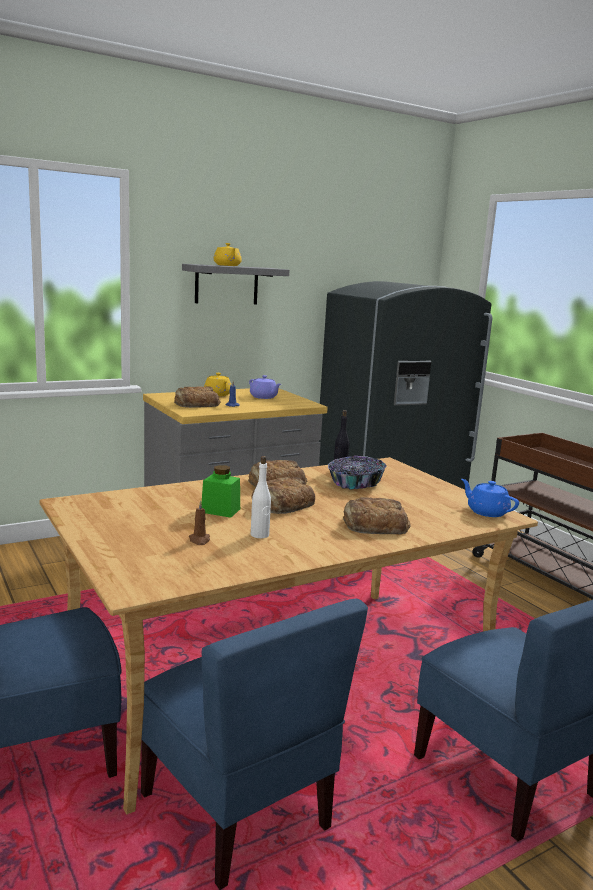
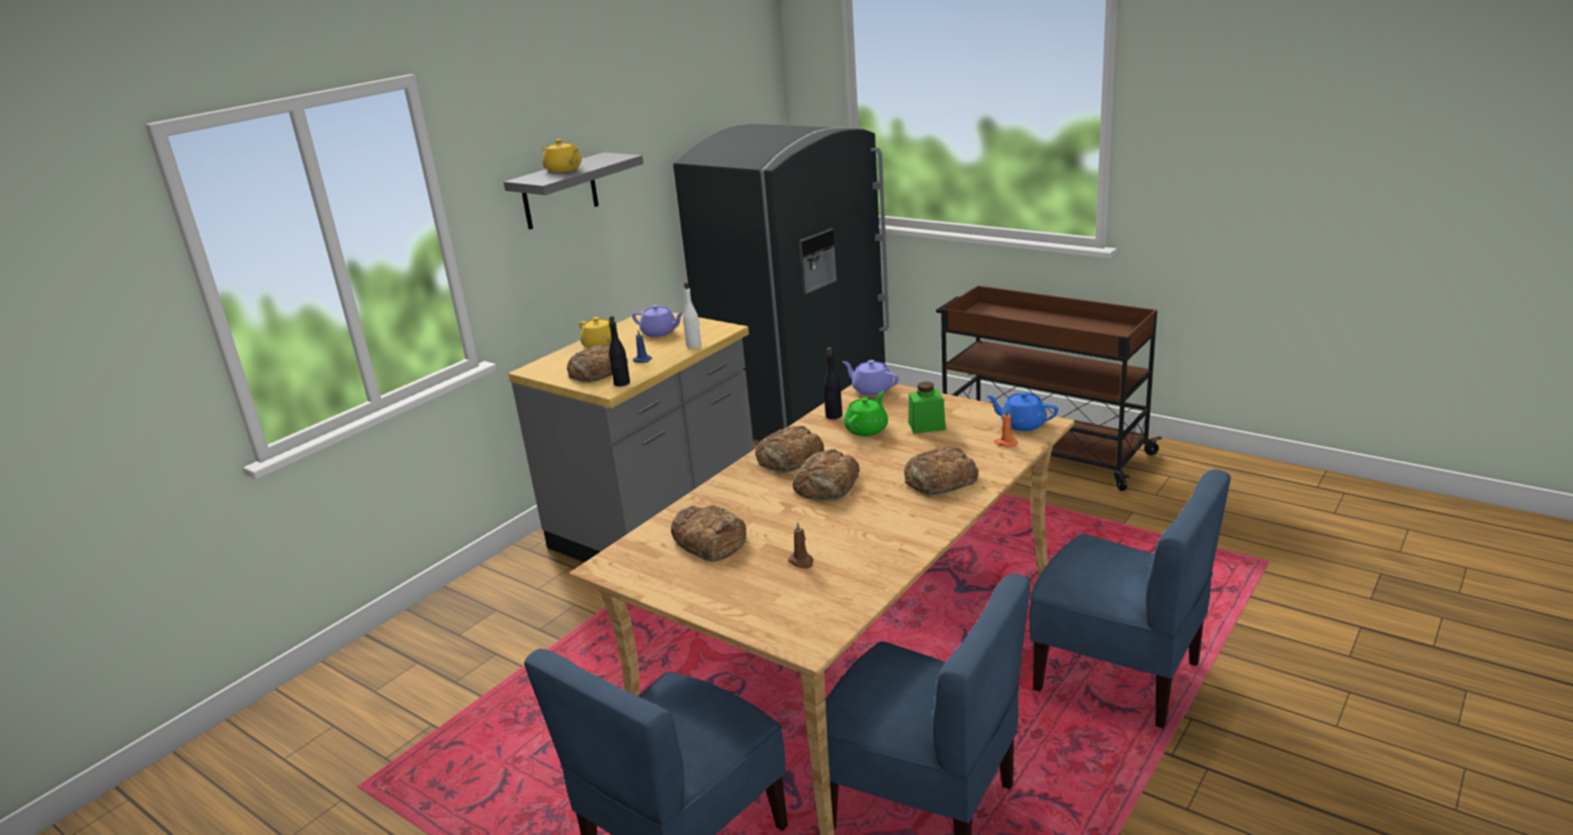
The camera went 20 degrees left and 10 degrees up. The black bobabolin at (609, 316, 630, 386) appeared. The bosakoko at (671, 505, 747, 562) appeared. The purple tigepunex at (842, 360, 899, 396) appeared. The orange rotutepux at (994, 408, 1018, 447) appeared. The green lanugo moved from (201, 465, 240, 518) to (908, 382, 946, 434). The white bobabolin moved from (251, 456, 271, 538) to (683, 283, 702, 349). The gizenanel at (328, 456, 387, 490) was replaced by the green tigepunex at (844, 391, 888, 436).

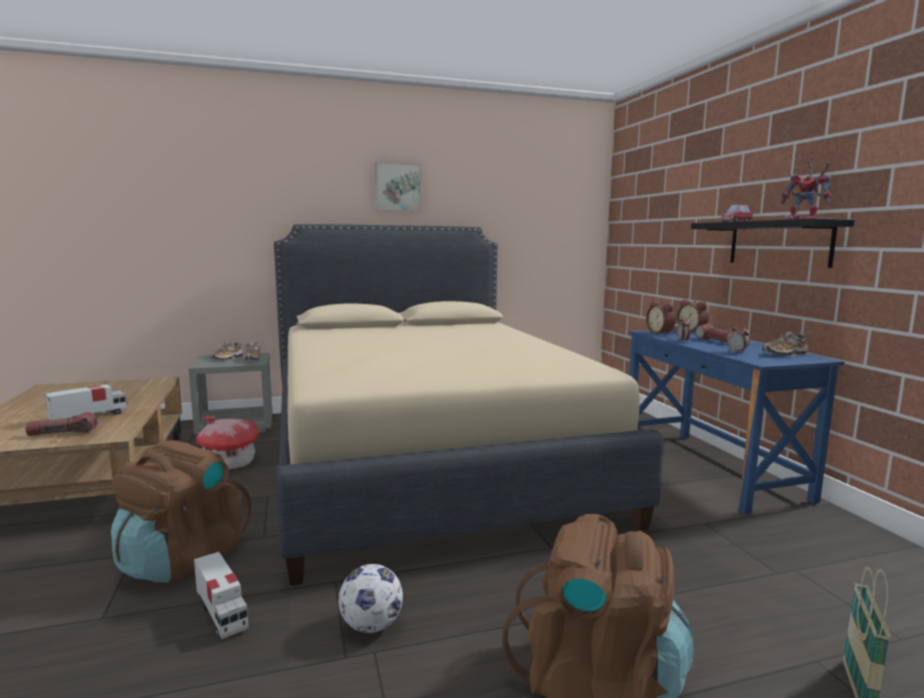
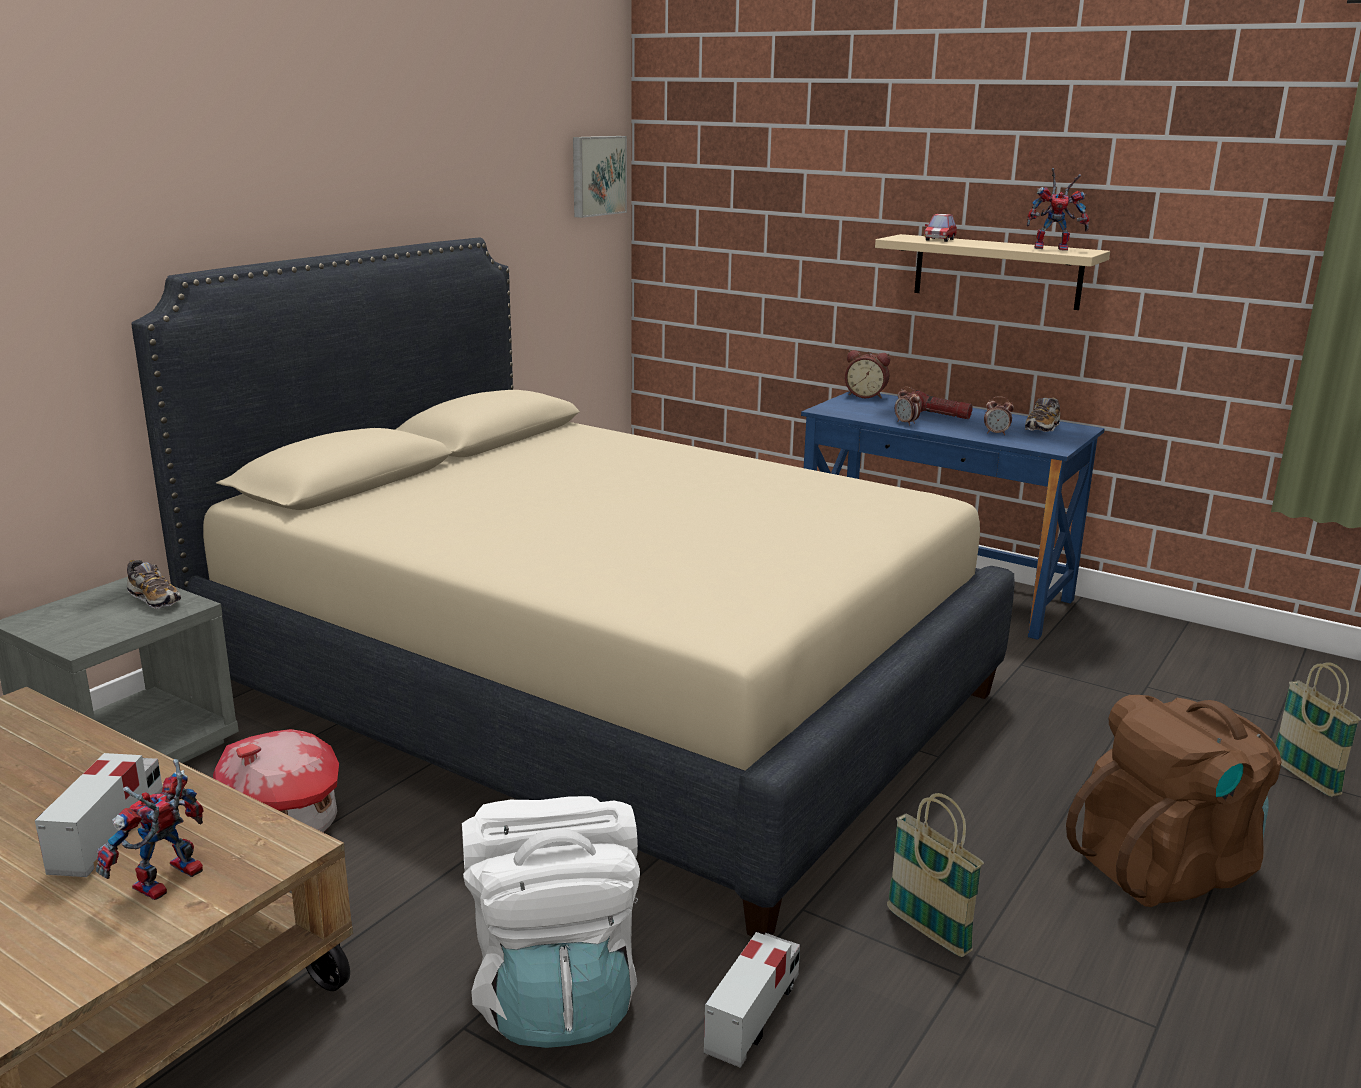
The camera went 40 degrees left and 10 degrees up. The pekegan at (210, 342, 243, 360) disappeared. The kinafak at (646, 301, 676, 335) disappeared. The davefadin moved from (374, 162, 421, 211) to (573, 136, 627, 218). The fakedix at (25, 412, 98, 436) was replaced by the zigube at (96, 759, 204, 900). The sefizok at (339, 564, 403, 633) was replaced by the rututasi at (887, 793, 984, 957). The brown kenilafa at (111, 440, 251, 583) became the white kenilafa at (462, 796, 640, 1048). The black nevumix at (691, 218, 855, 268) became the beige nevumix at (875, 234, 1110, 310). The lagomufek at (194, 552, 249, 639) turned 75 degrees counterclockwise.

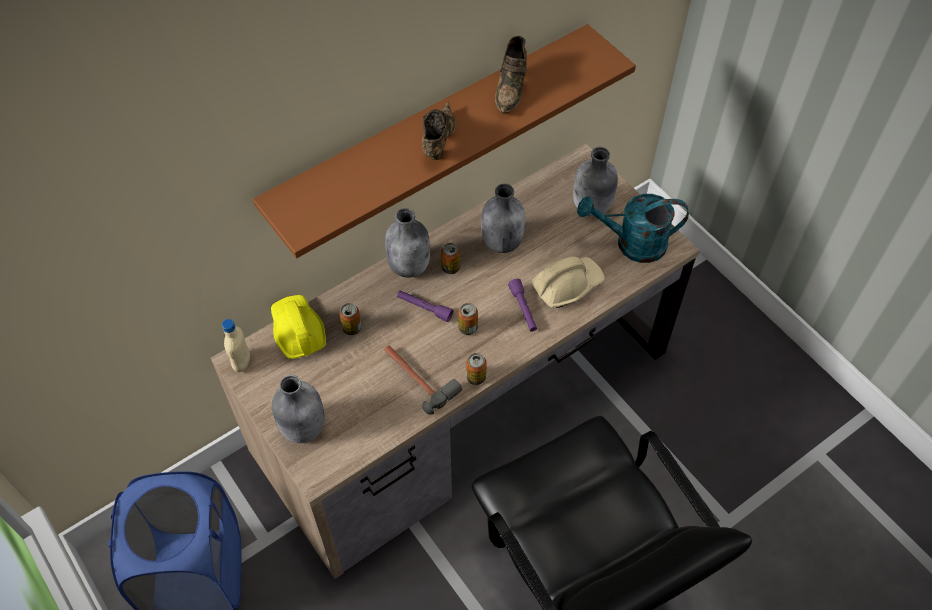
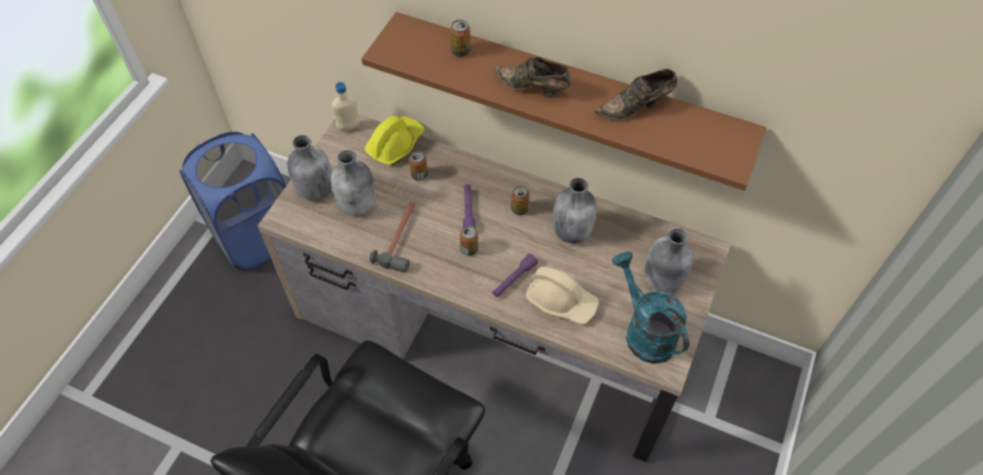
The camera went 60 degrees right and 0 degrees up. The grey bobabolin moved from (385, 208, 430, 278) to (331, 150, 376, 215). The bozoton moved from (466, 353, 487, 385) to (450, 19, 471, 57). The brown pekegan at (422, 102, 456, 160) turned 135 degrees counterclockwise.

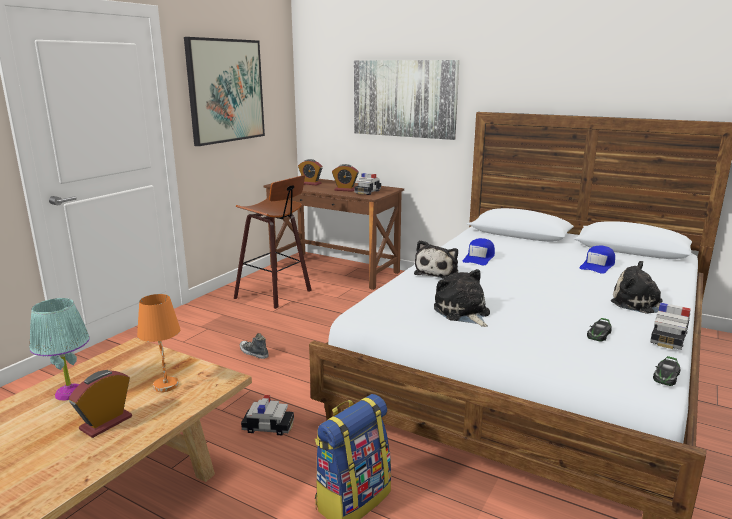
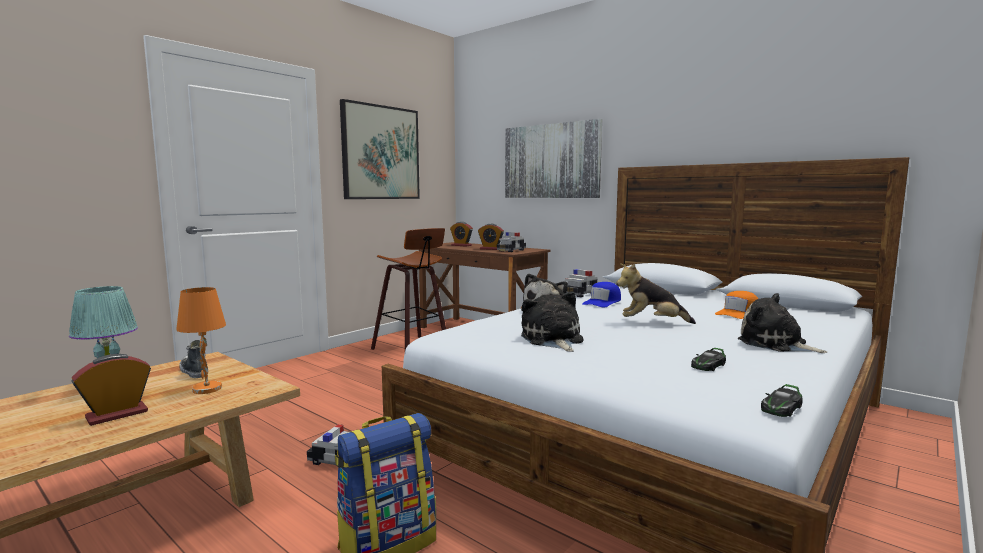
The camera went 10 degrees right and 10 degrees down. The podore at (616, 263, 696, 324) appeared. The pekegan moved from (240, 333, 269, 359) to (179, 340, 208, 378). The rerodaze moved from (650, 303, 691, 350) to (565, 269, 597, 297). The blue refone at (580, 246, 615, 274) became the orange refone at (715, 291, 758, 319).

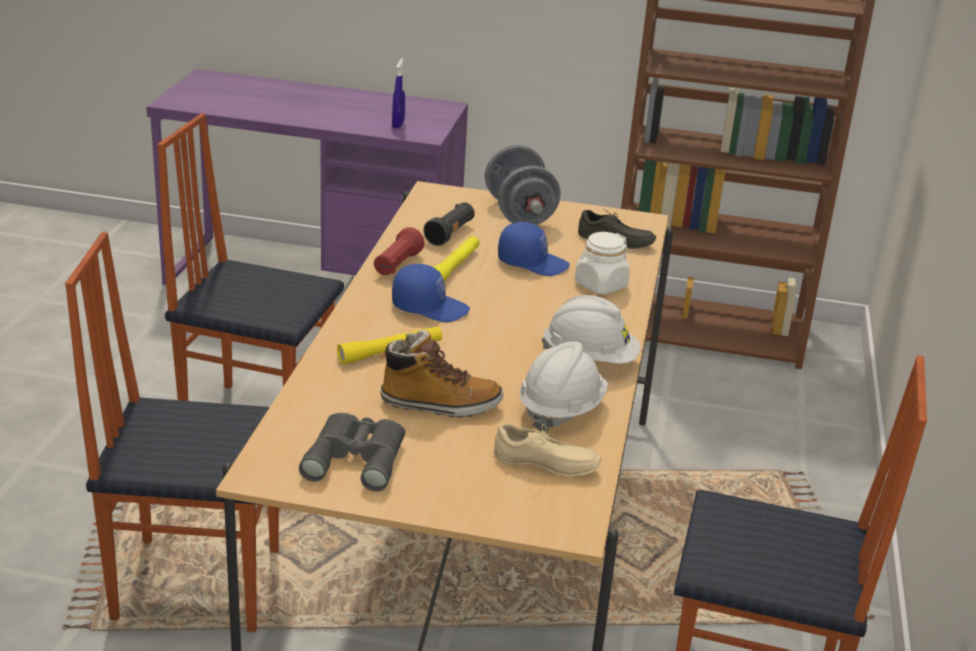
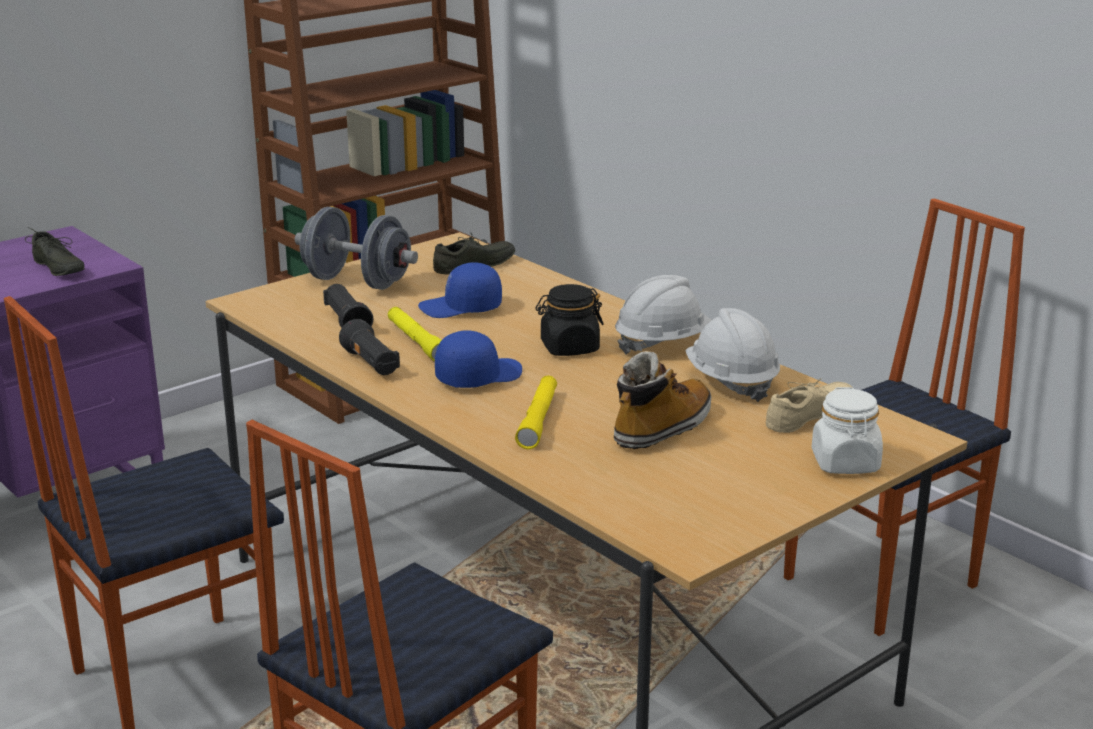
The camera went 50 degrees left and 5 degrees down. The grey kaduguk at (299, 413, 405, 492) disappeared. The black lanugo at (535, 284, 604, 356) appeared. The white lanugo moved from (575, 232, 630, 295) to (812, 387, 883, 474). The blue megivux at (392, 58, 405, 129) was replaced by the grey pekegan at (25, 227, 85, 276). The red fakedix at (374, 227, 425, 275) became the black fakedix at (339, 319, 400, 375). The blue refone at (498, 222, 570, 276) turned 150 degrees counterclockwise.

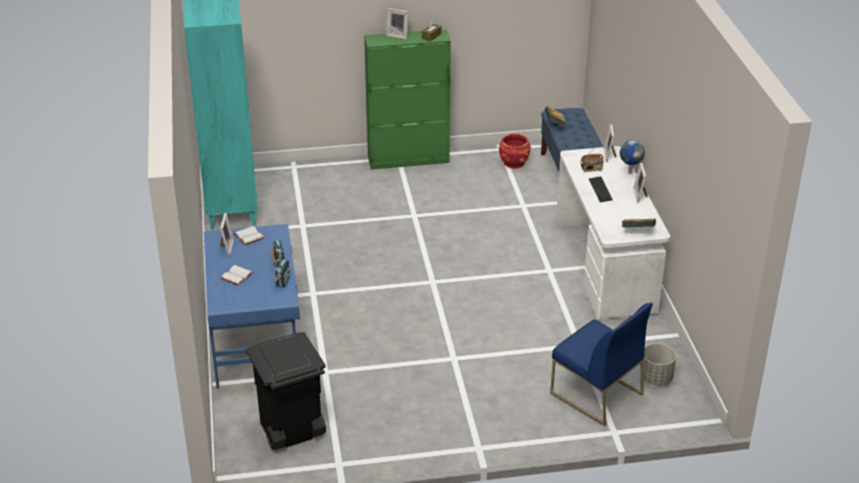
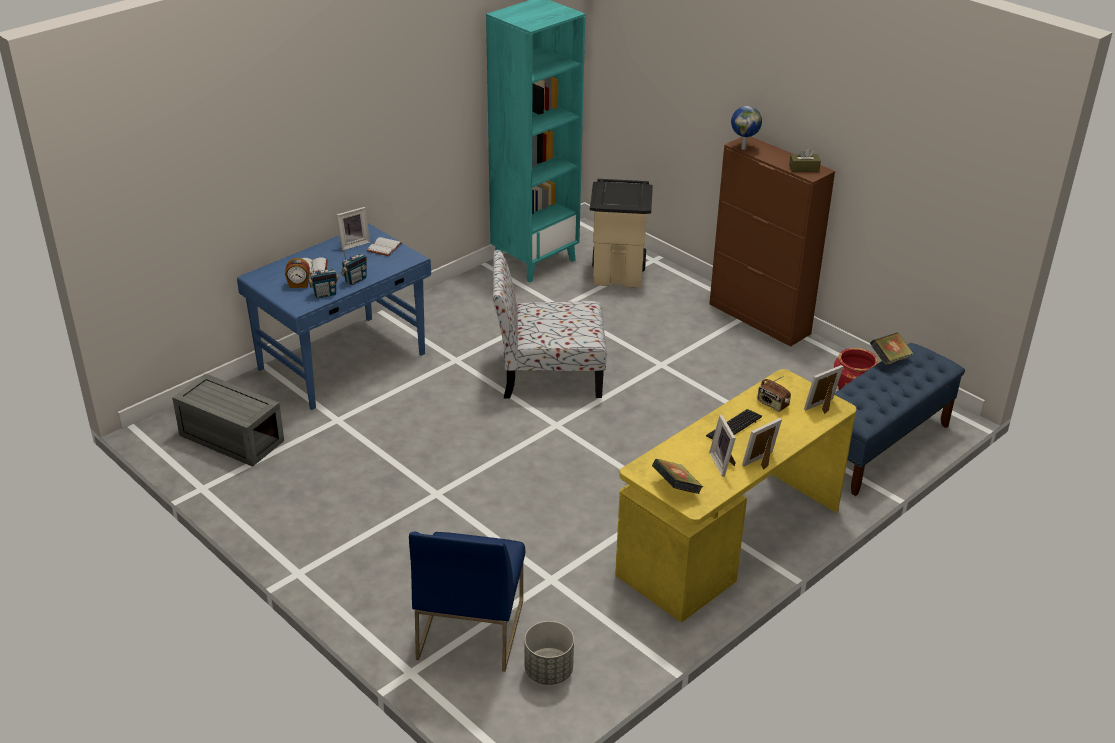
The camera went 55 degrees right and 0 degrees up. The kinafak at (285, 258, 310, 288) appeared. The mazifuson at (493, 250, 607, 398) appeared. The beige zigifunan at (590, 179, 653, 288) appeared. The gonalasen moved from (386, 8, 409, 39) to (709, 415, 736, 477). The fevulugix moved from (620, 140, 645, 174) to (731, 106, 762, 150). The black zigifunan at (246, 332, 326, 450) was replaced by the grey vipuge at (172, 374, 284, 467). The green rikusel at (364, 29, 451, 170) became the brown rikusel at (709, 137, 835, 347). The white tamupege at (556, 146, 671, 319) became the yellow tamupege at (615, 369, 856, 623).

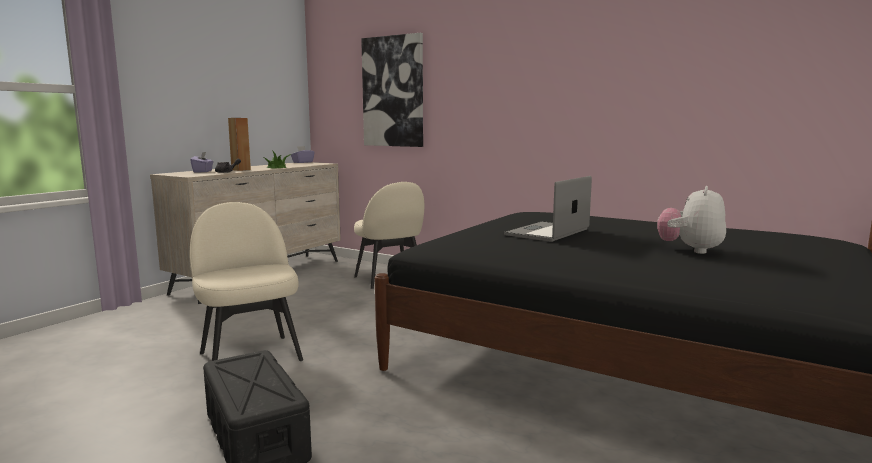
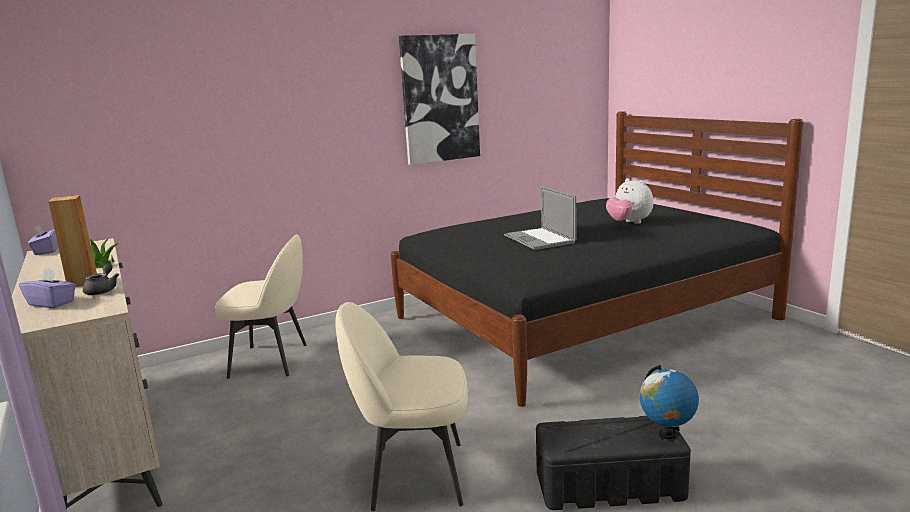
The camera went 60 degrees left and 5 degrees up. The fevulugix at (640, 365, 699, 439) appeared. The davefadin moved from (361, 33, 423, 147) to (399, 34, 480, 165).

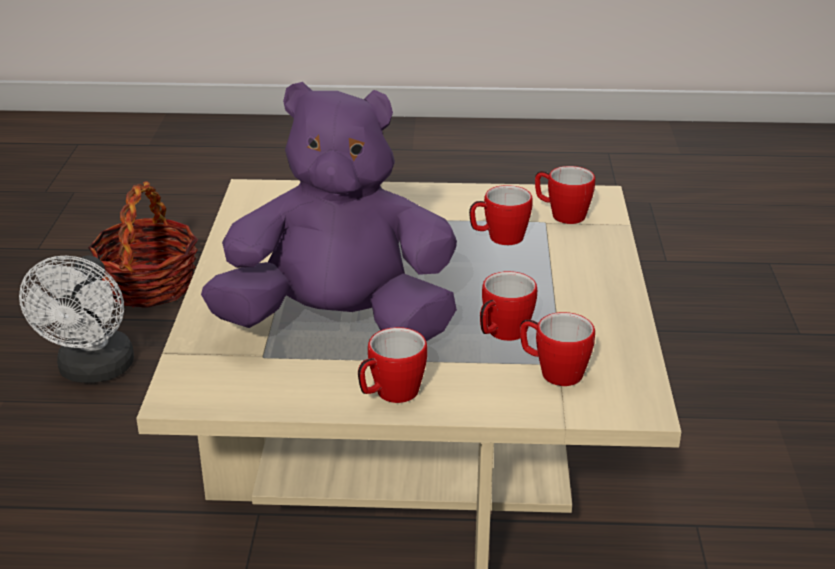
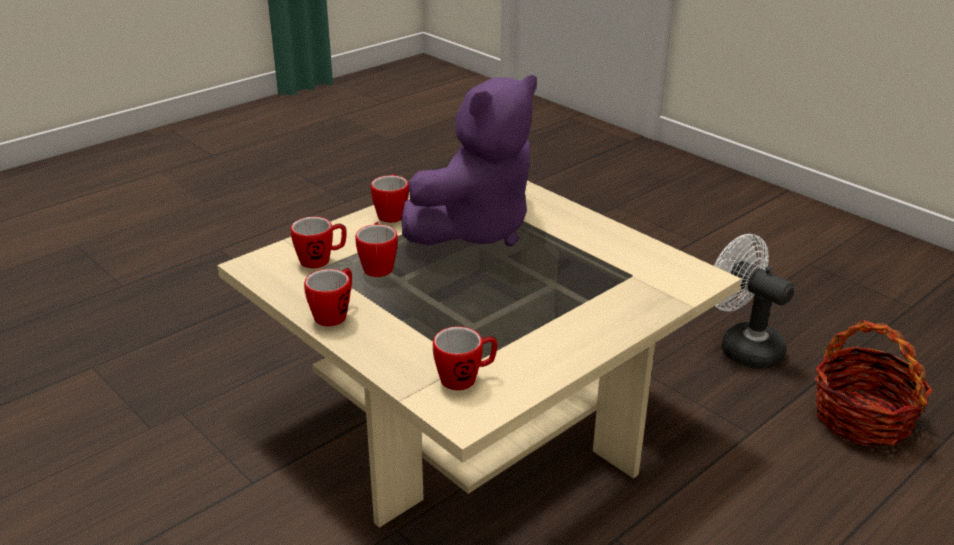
The camera went 135 degrees right and 0 degrees up. The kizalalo moved from (469, 185, 533, 245) to (304, 268, 352, 326).

